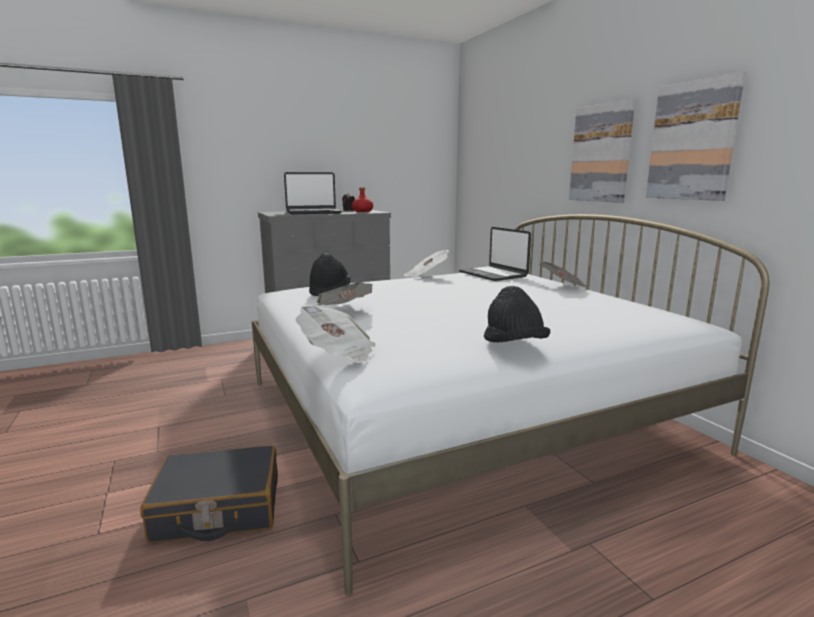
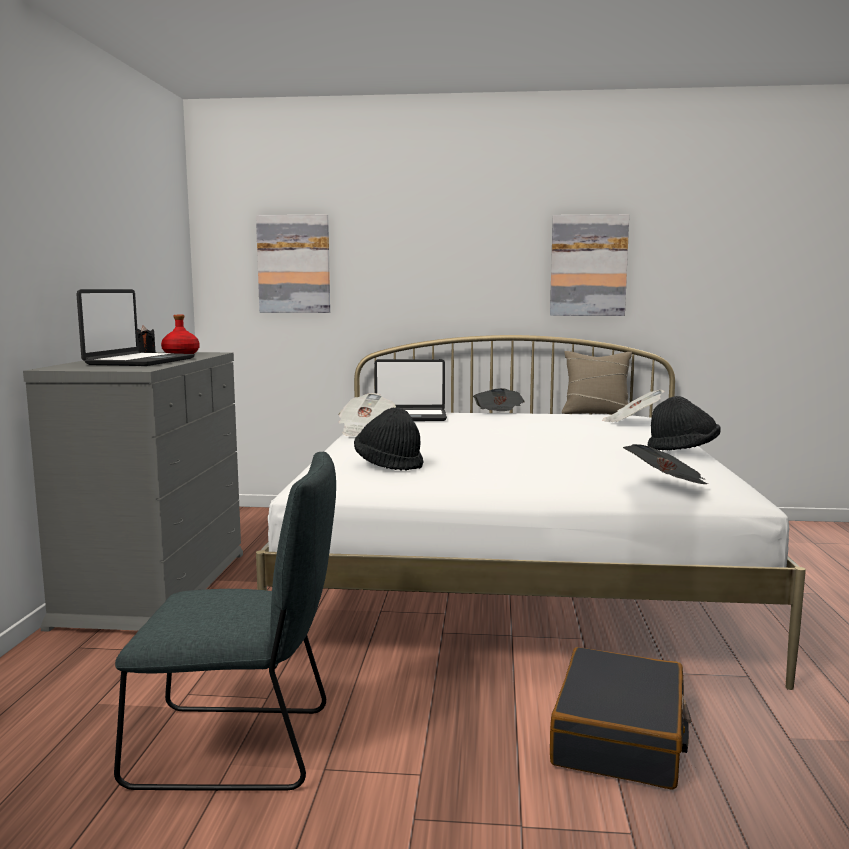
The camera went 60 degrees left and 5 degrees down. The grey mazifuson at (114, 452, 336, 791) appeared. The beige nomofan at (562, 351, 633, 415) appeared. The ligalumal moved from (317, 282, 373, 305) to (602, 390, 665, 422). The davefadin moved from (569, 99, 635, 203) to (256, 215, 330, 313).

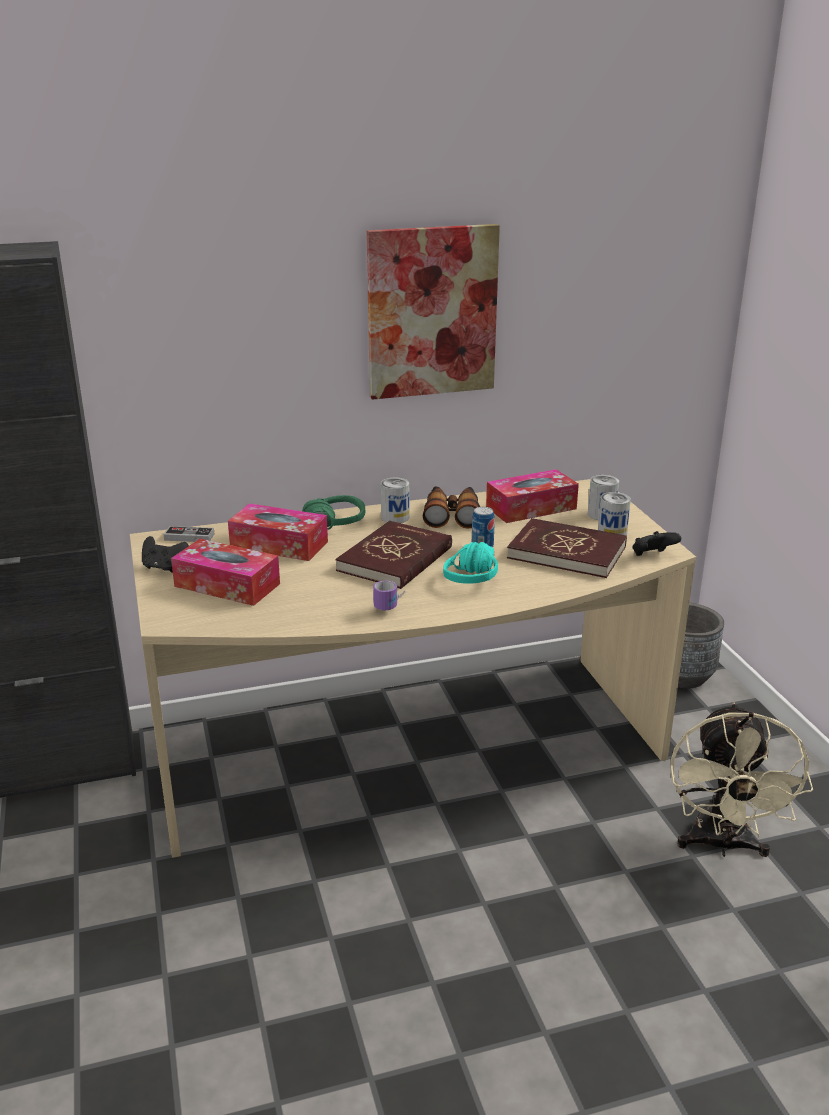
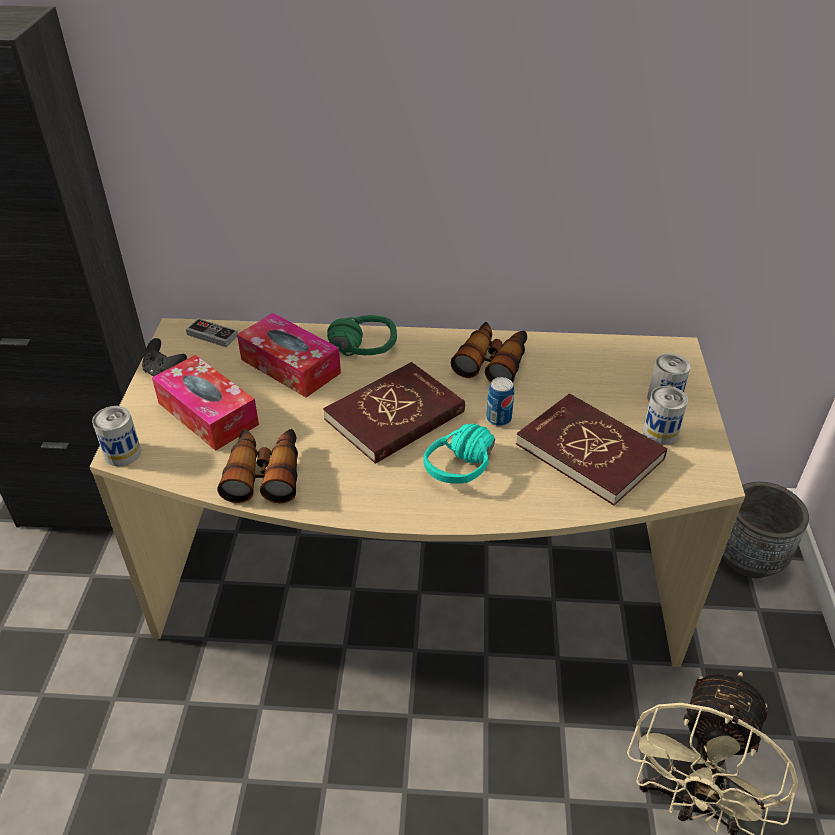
The camera went 20 degrees right and 15 degrees up. The davefadin at (366, 224, 500, 400) disappeared. The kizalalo at (373, 581, 405, 610) disappeared. The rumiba at (486, 469, 579, 523) disappeared. The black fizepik at (633, 531, 681, 556) disappeared. The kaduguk at (217, 429, 298, 503) appeared. The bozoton moved from (381, 478, 409, 523) to (92, 406, 141, 466).

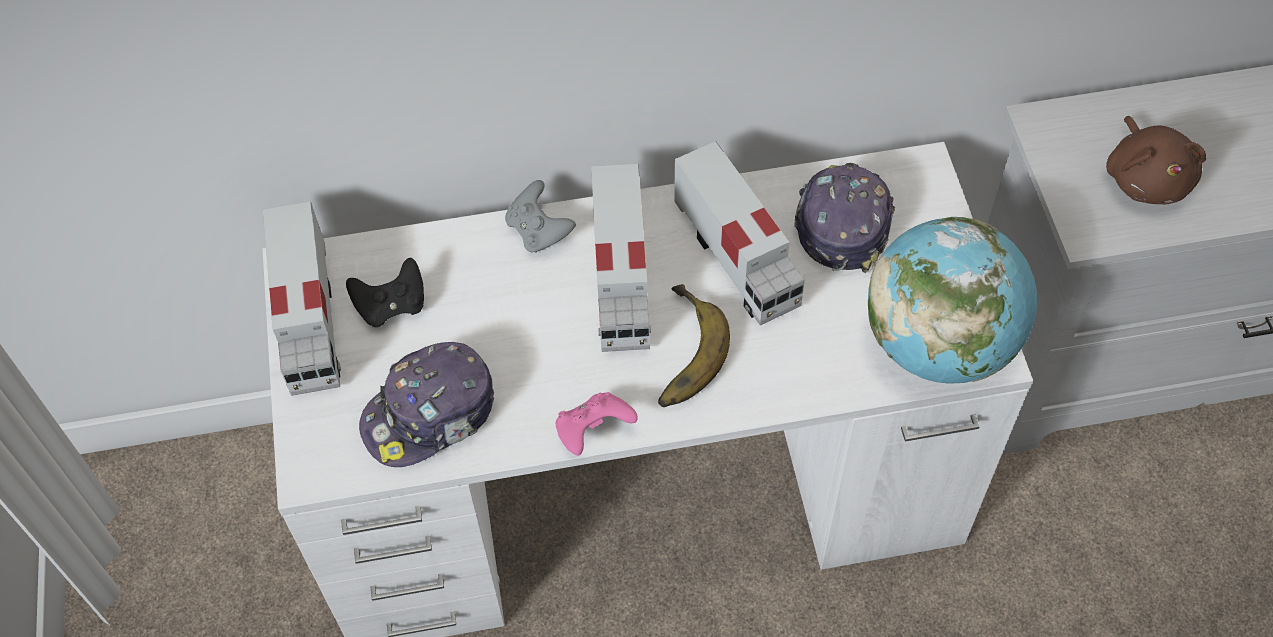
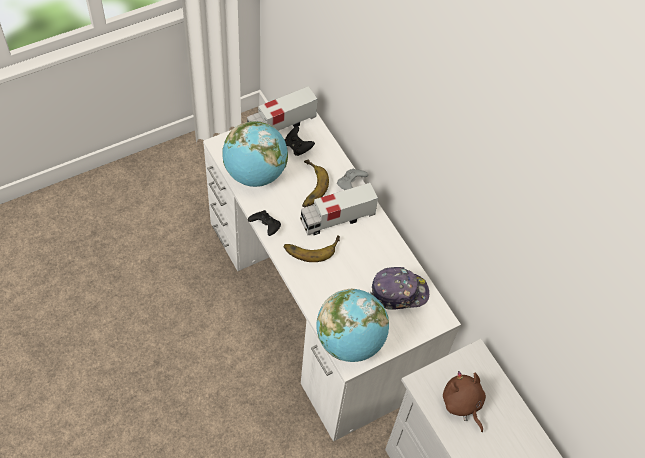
The camera went 65 degrees right and 0 degrees up. The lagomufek at (674, 141, 805, 325) disappeared. The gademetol at (302, 159, 329, 207) appeared. The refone at (359, 342, 494, 467) was replaced by the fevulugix at (222, 121, 288, 187). The pink fizepik at (556, 392, 638, 456) became the black fizepik at (248, 210, 281, 236). The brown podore at (1106, 116, 1207, 204) turned 90 degrees clockwise.

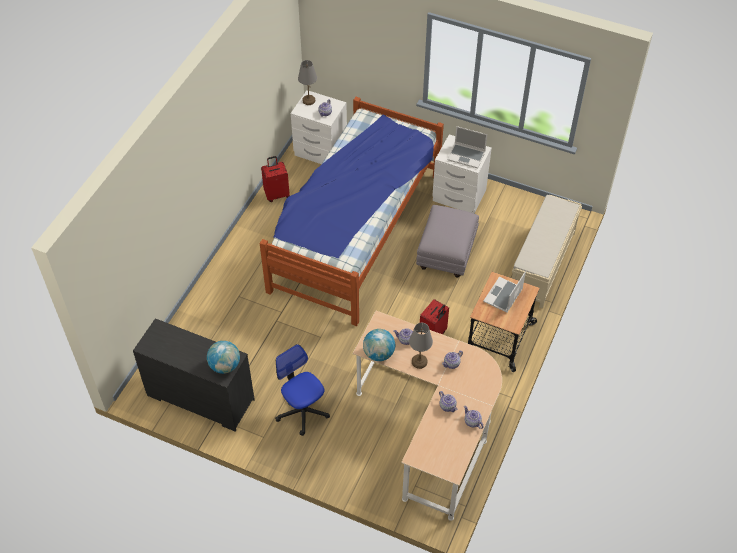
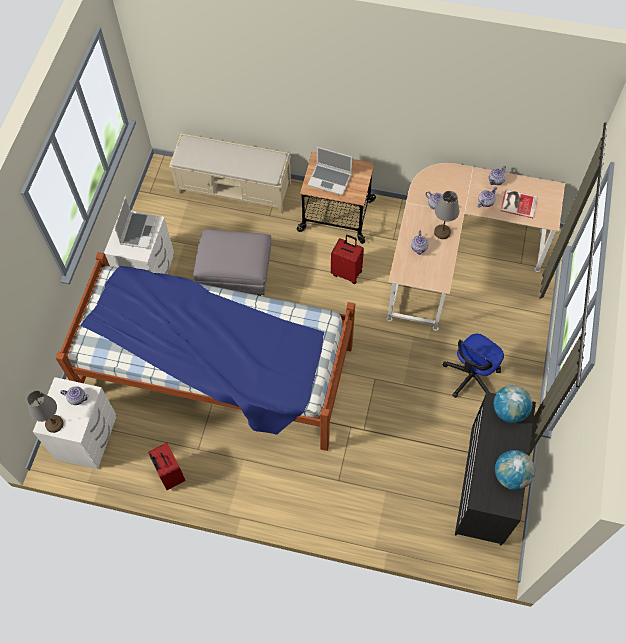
The camera went 100 degrees left and 10 degrees up. The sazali at (500, 189, 538, 218) appeared. The fevulugix moved from (363, 329, 395, 361) to (495, 450, 535, 490).

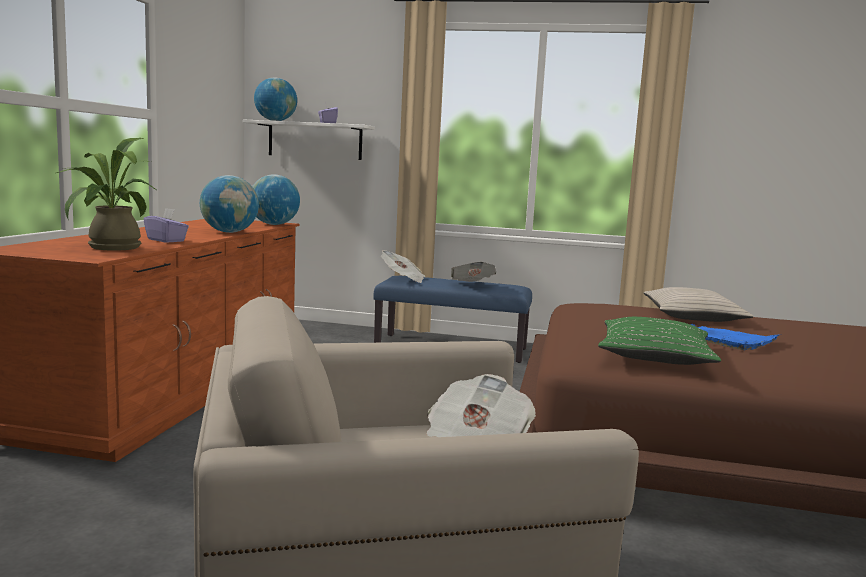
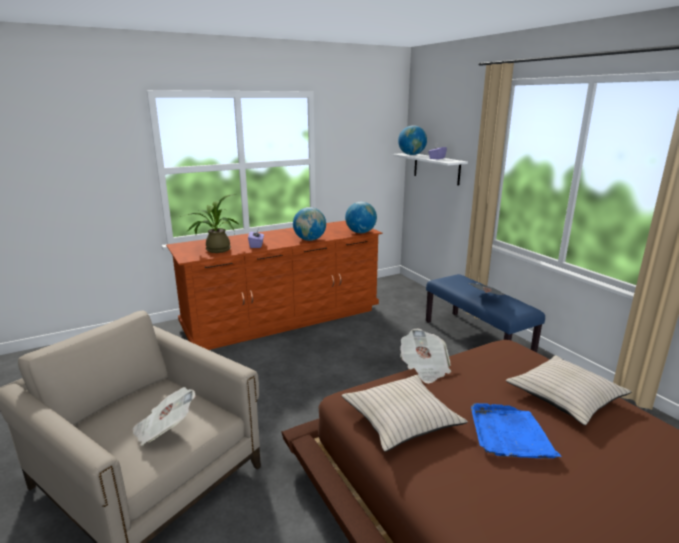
The camera went 50 degrees right and 10 degrees up. The ligalumal moved from (381, 250, 425, 283) to (400, 329, 451, 384). The green nomofan at (598, 317, 721, 365) became the beige nomofan at (342, 375, 468, 452).

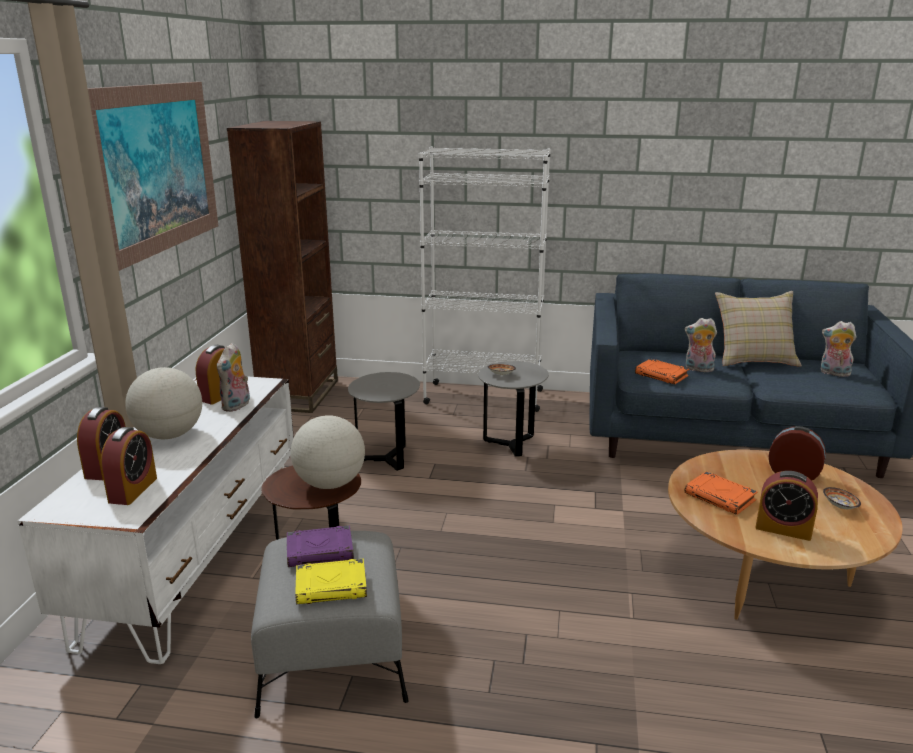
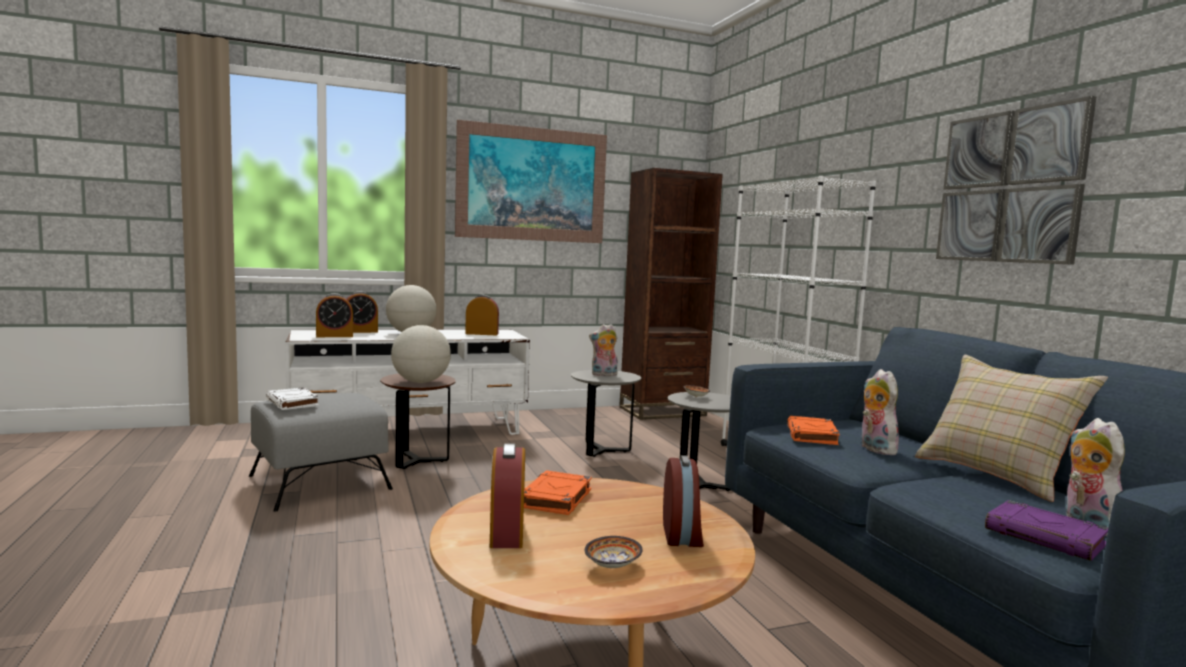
The camera went 60 degrees right and 15 degrees down. The davefadin at (936, 96, 1096, 265) appeared. The podore moved from (217, 343, 250, 412) to (589, 324, 618, 377). The purple sazali moved from (287, 525, 354, 567) to (985, 500, 1108, 561). The yellow sazali at (295, 559, 367, 604) became the white sazali at (266, 387, 319, 410).

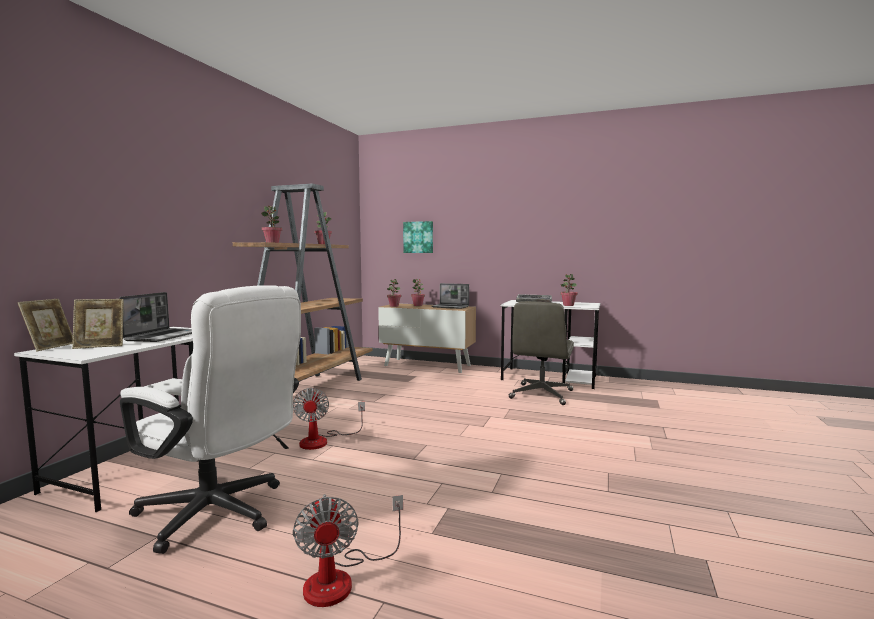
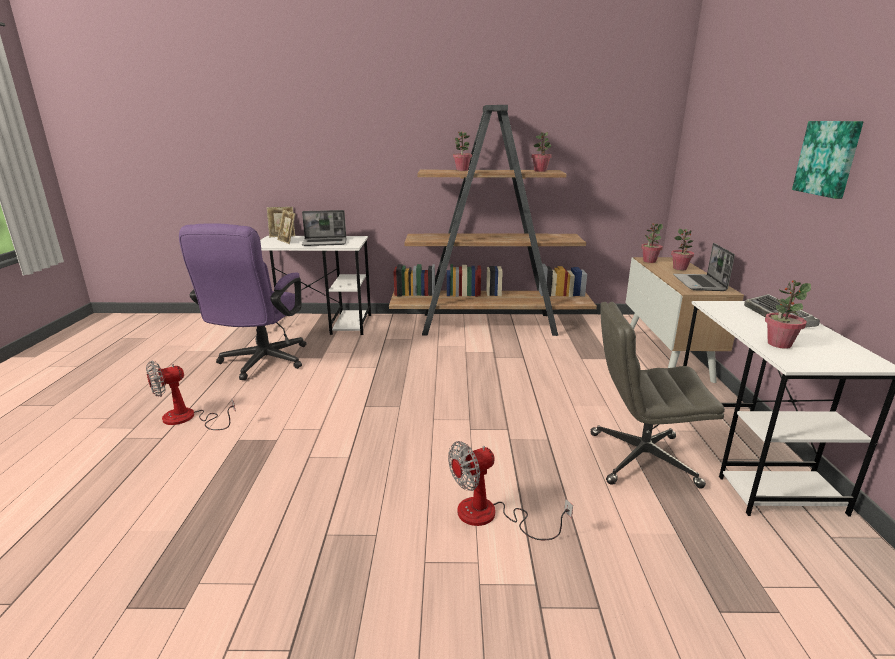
The camera went 70 degrees right and 15 degrees up. The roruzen moved from (293, 388, 365, 450) to (448, 441, 573, 540). The davefadin moved from (403, 221, 433, 253) to (792, 121, 864, 199). The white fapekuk at (120, 285, 301, 554) became the purple fapekuk at (179, 223, 306, 380).

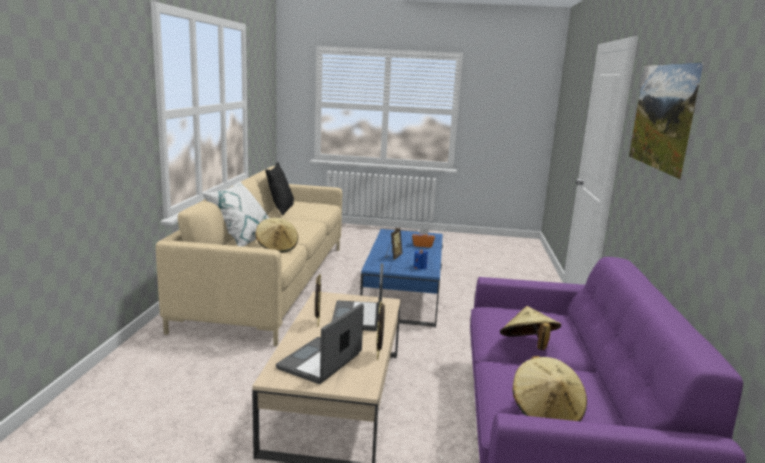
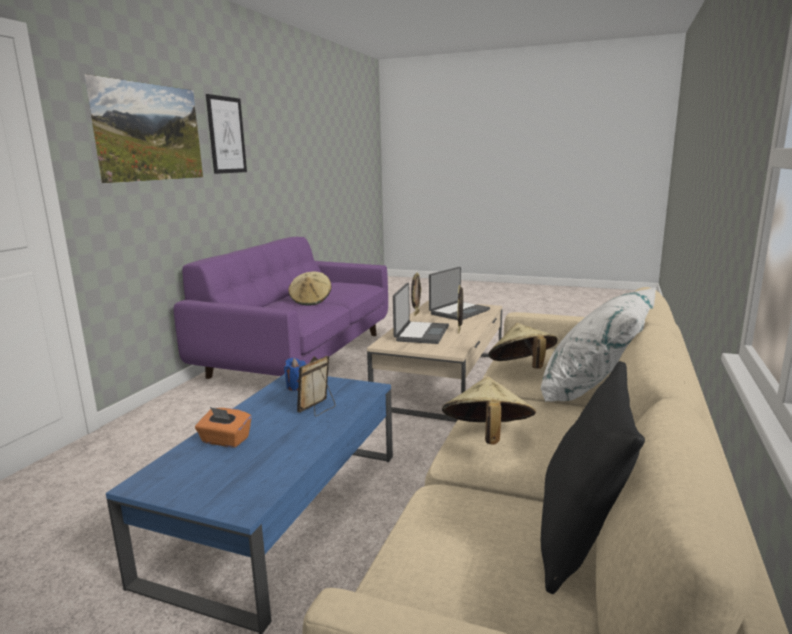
The camera went 165 degrees left and 0 degrees up. The davefadin at (206, 94, 247, 174) appeared. The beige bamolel moved from (512, 356, 587, 421) to (442, 377, 536, 445).

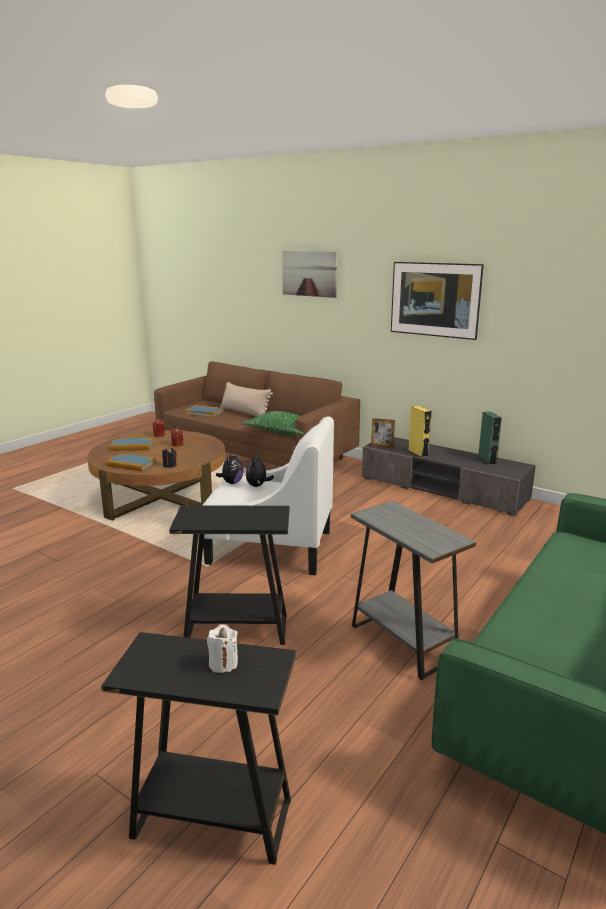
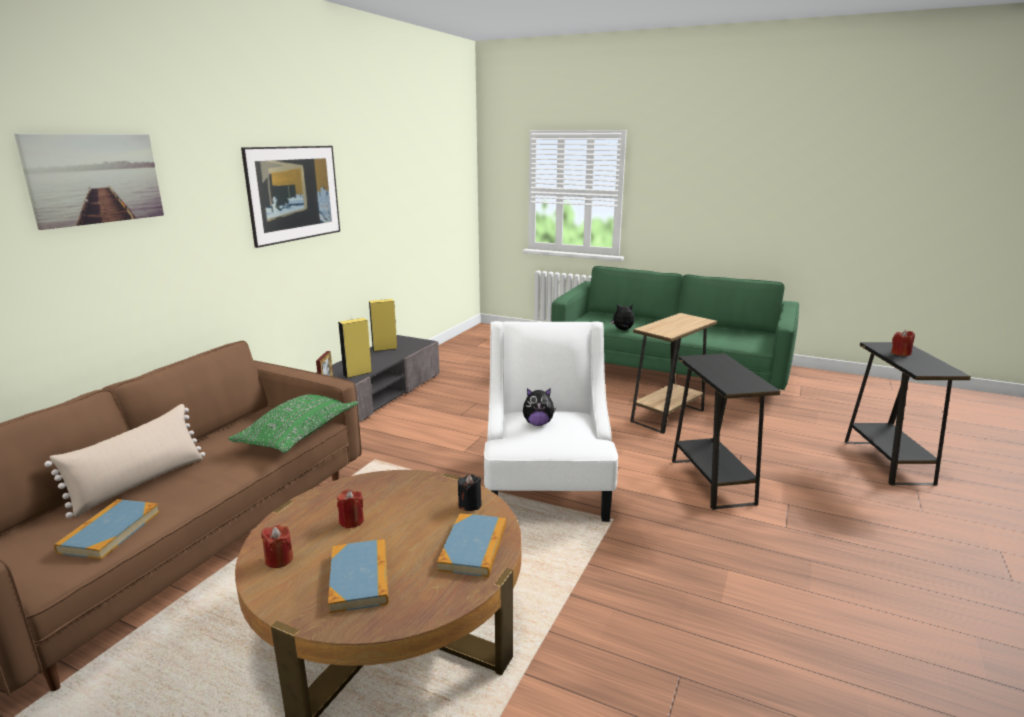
The camera went 100 degrees left and 0 degrees up. The podore moved from (216, 453, 243, 484) to (611, 304, 634, 330). The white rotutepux at (207, 625, 238, 673) became the red rotutepux at (891, 330, 915, 356). The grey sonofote at (351, 501, 476, 680) became the brown sonofote at (630, 313, 717, 434). The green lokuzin at (478, 412, 502, 465) became the yellow lokuzin at (369, 299, 397, 352).

